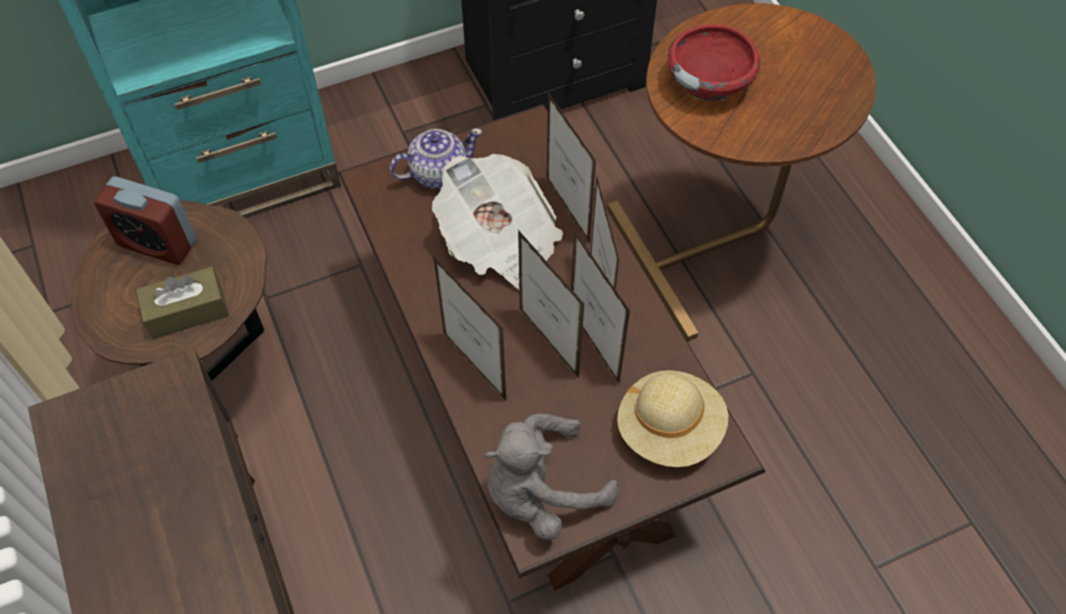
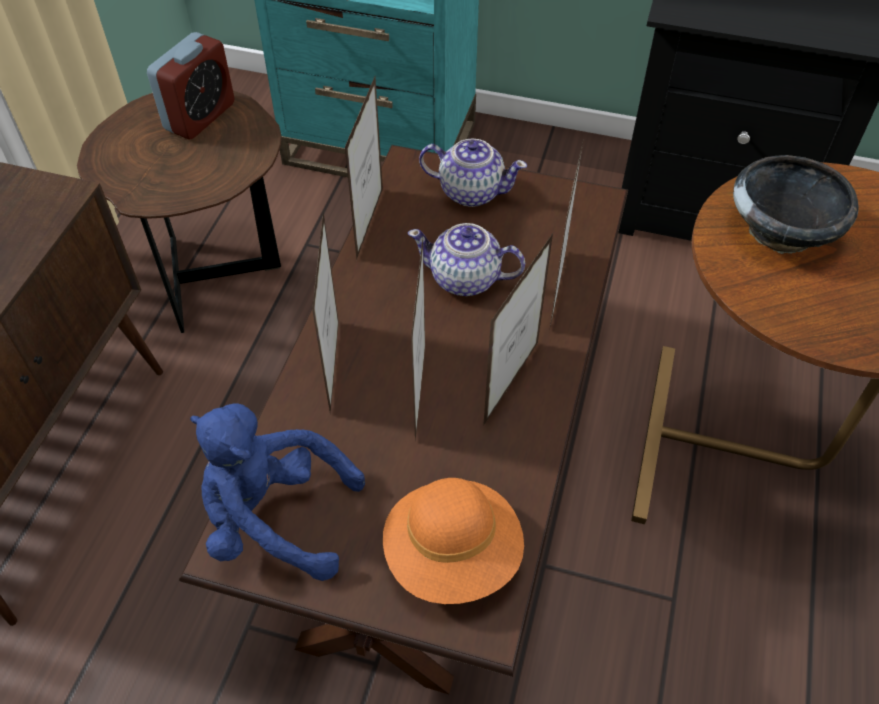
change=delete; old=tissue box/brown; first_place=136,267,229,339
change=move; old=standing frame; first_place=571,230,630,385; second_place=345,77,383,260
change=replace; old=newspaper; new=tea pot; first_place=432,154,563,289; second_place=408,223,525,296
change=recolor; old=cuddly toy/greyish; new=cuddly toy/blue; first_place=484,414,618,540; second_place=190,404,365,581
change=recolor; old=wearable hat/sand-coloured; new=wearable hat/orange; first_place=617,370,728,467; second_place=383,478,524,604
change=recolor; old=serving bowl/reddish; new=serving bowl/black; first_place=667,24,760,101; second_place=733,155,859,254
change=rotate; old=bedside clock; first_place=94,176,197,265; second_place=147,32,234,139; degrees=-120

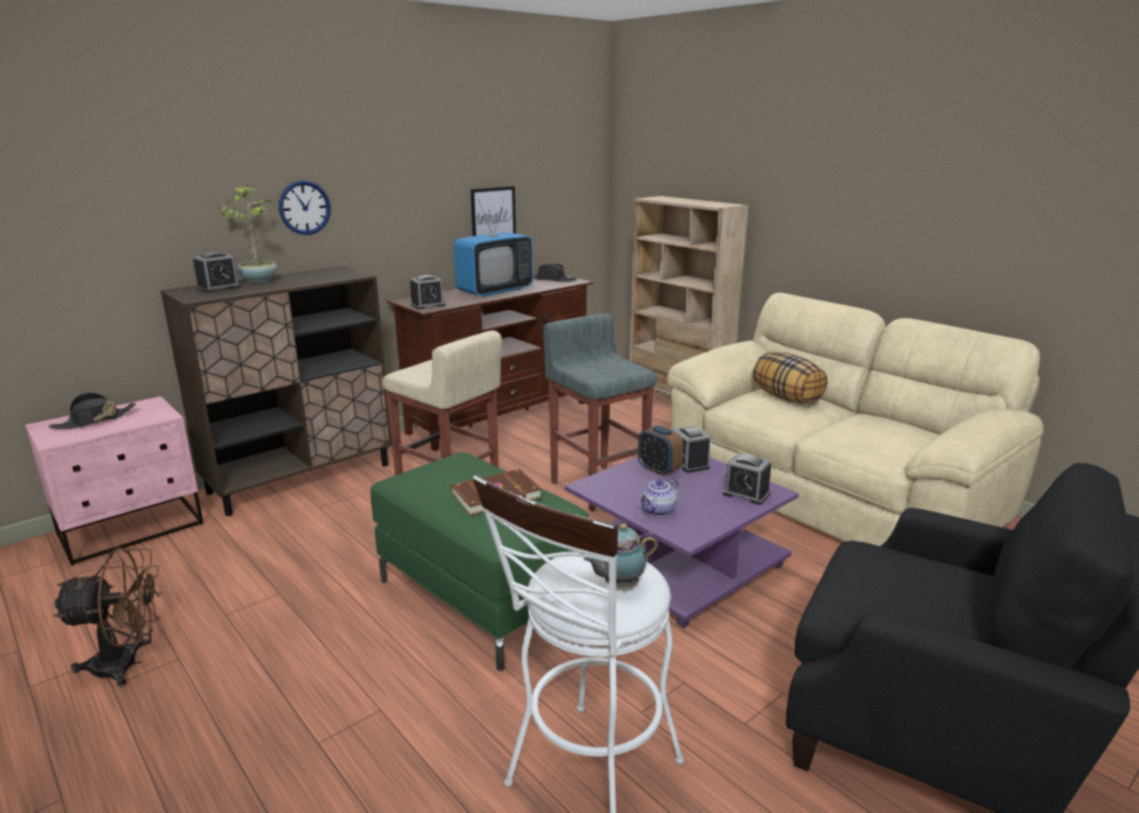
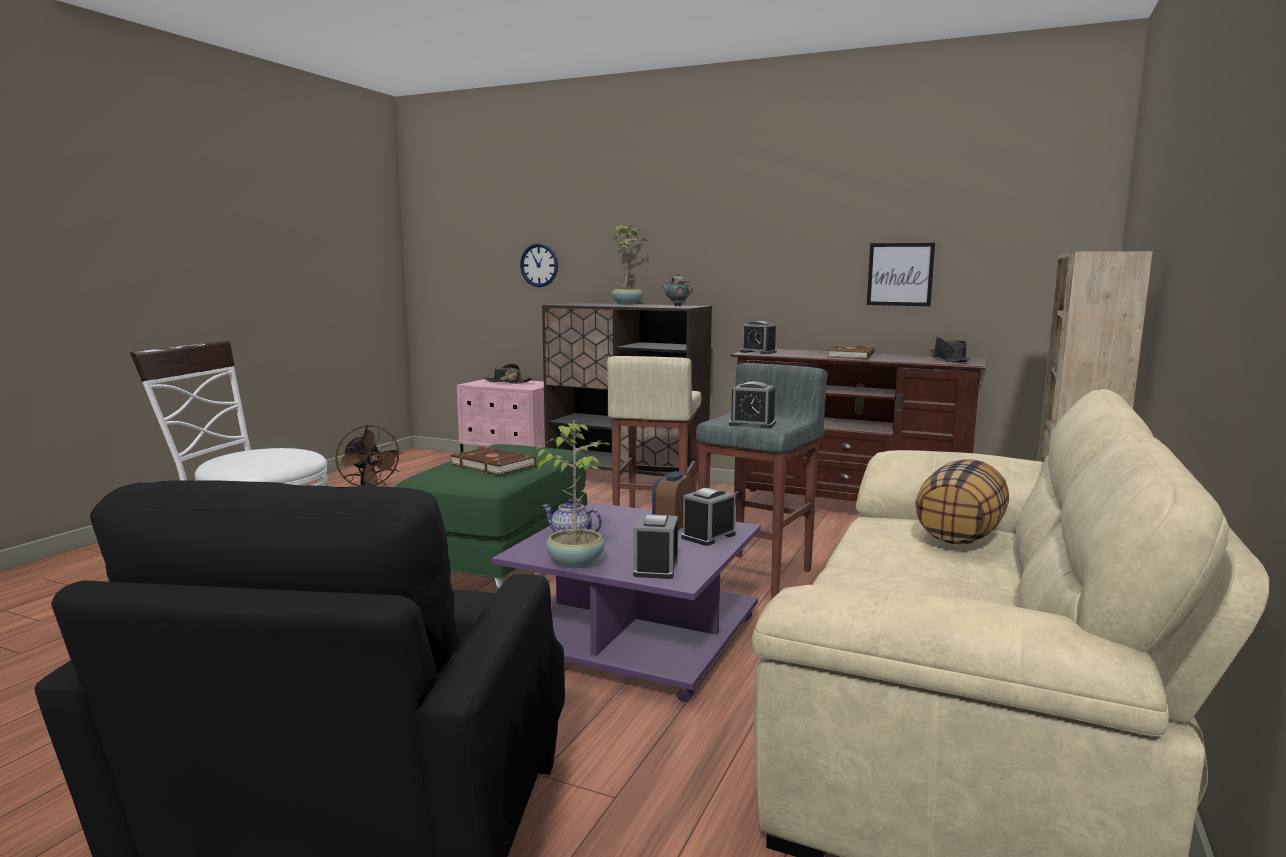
change=insert; new=plant in a pot; second_place=533,420,610,569
change=move; old=bedside clock; first_place=193,252,241,293; second_place=729,381,776,428
change=move; old=hanging clock; first_place=279,181,331,235; second_place=520,243,558,287
change=move; old=tea pot; first_place=583,524,657,588; second_place=662,274,693,306
change=replace; old=TV; new=bound book/brown; first_place=454,197,533,297; second_place=827,345,875,359

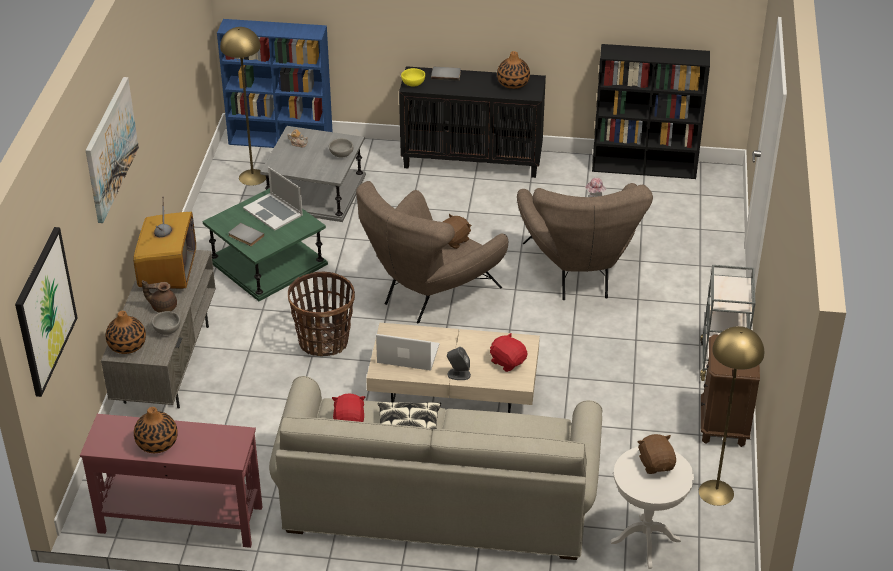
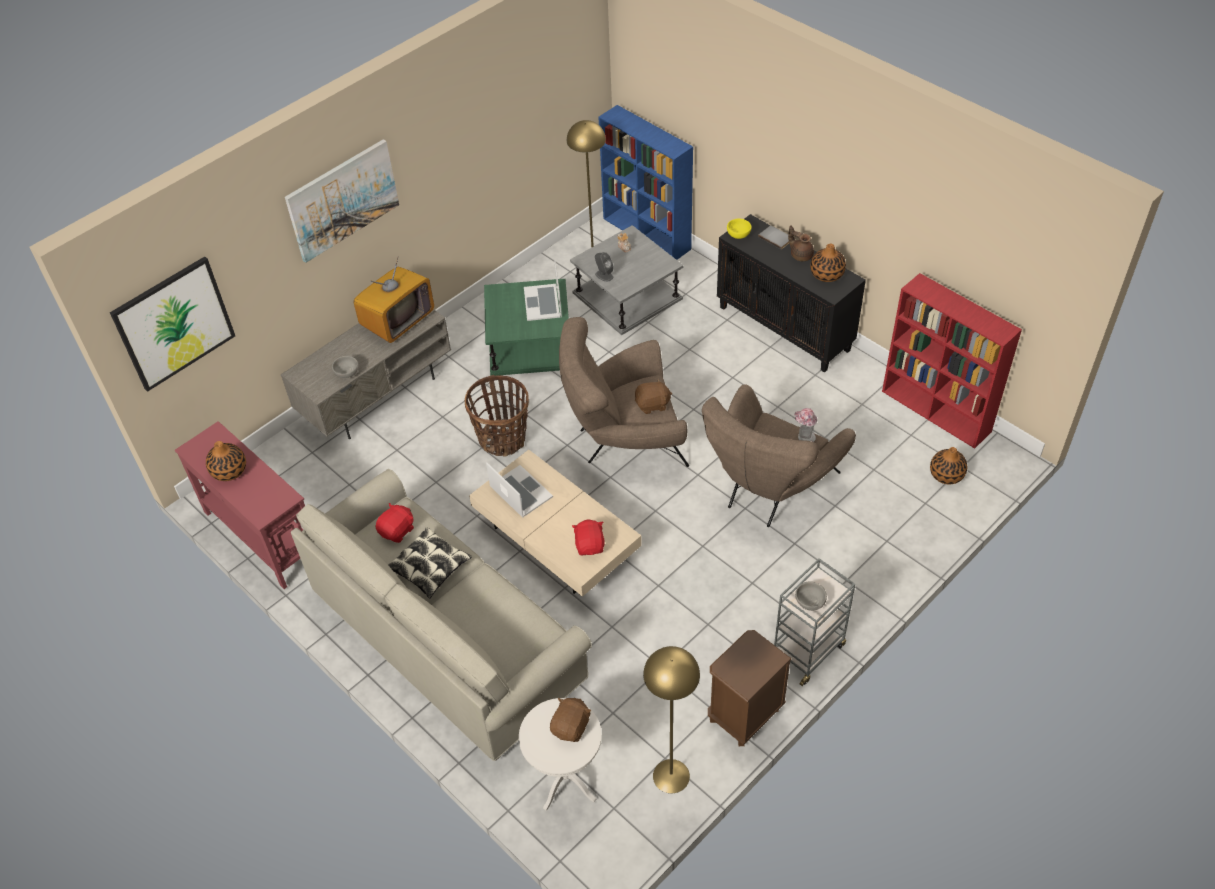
change=delete; old=bound book/greyish; first_place=228,223,264,246
change=move; old=flower vase; first_place=106,311,146,354; second_place=930,447,967,484
change=move; old=tea pot/brown; first_place=142,280,177,313; second_place=788,225,814,261
change=move; old=serving bowl/greyish; first_place=329,138,353,157; second_place=795,581,827,611
change=move; old=audio speaker/greyish; first_place=447,347,471,380; second_place=595,252,614,282
change=recolor; old=bookcase/black; new=bookcase/reddish; first_place=592,44,710,179; second_place=882,273,1022,449

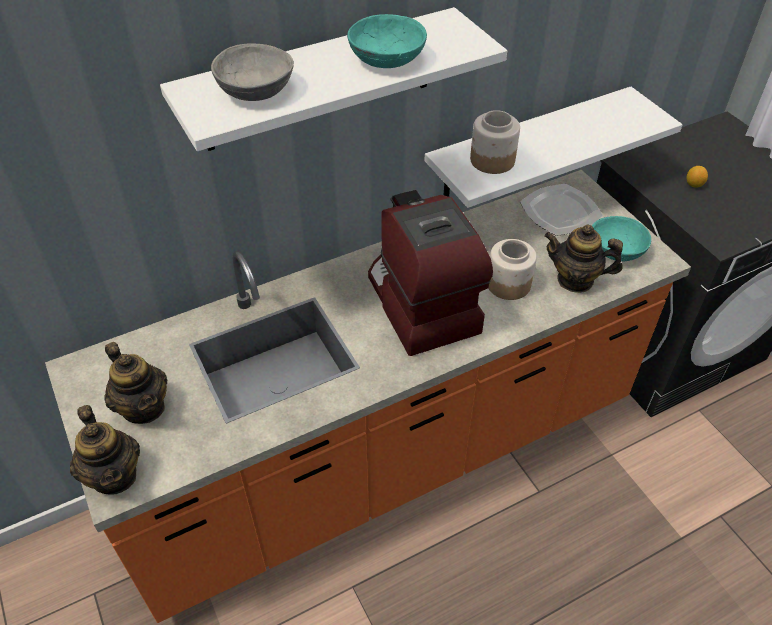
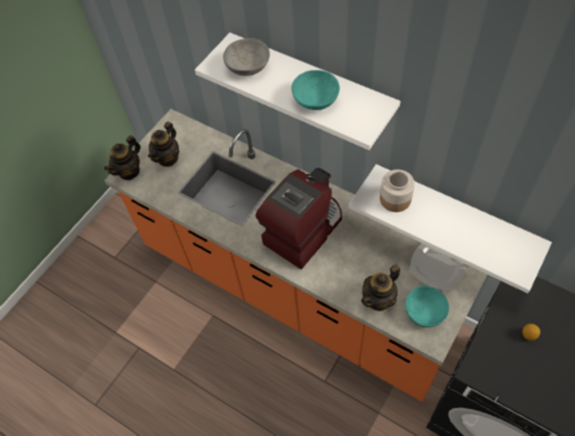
change=delete; old=jar; first_place=488,239,537,300
change=rotate; old=tea pot; first_place=544,224,623,293; second_place=361,265,400,311; degrees=-120

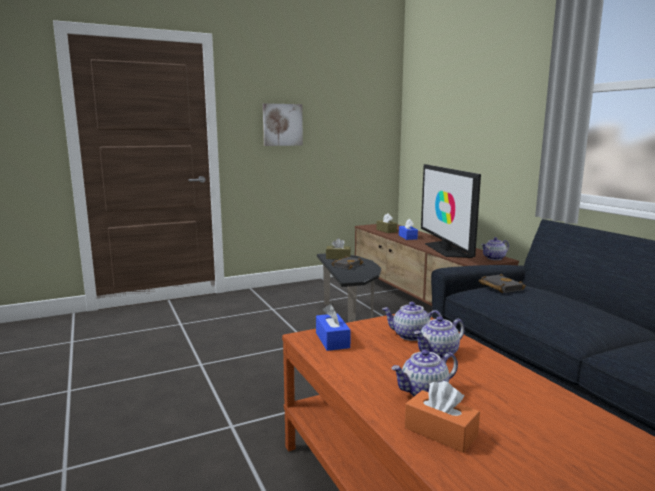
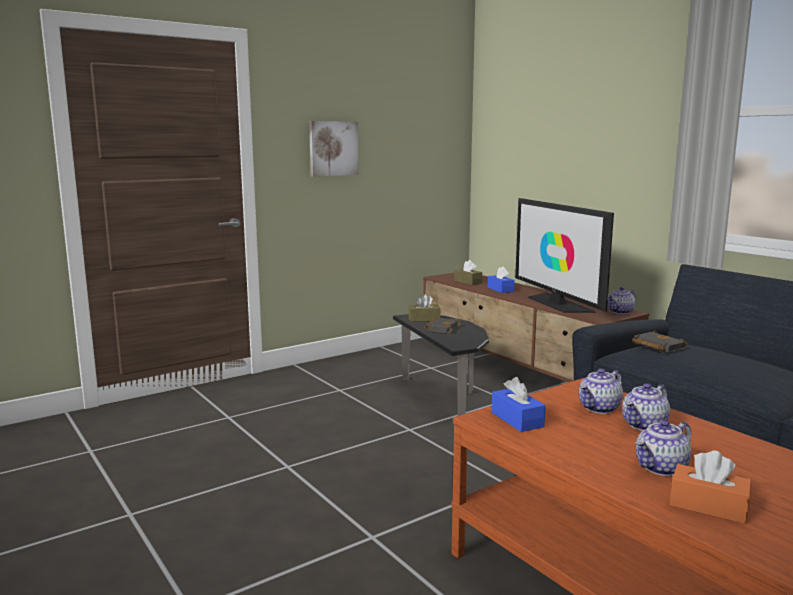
change=rotate; old=tea pot; first_place=382,302,442,341; second_place=579,369,623,414; degrees=-45

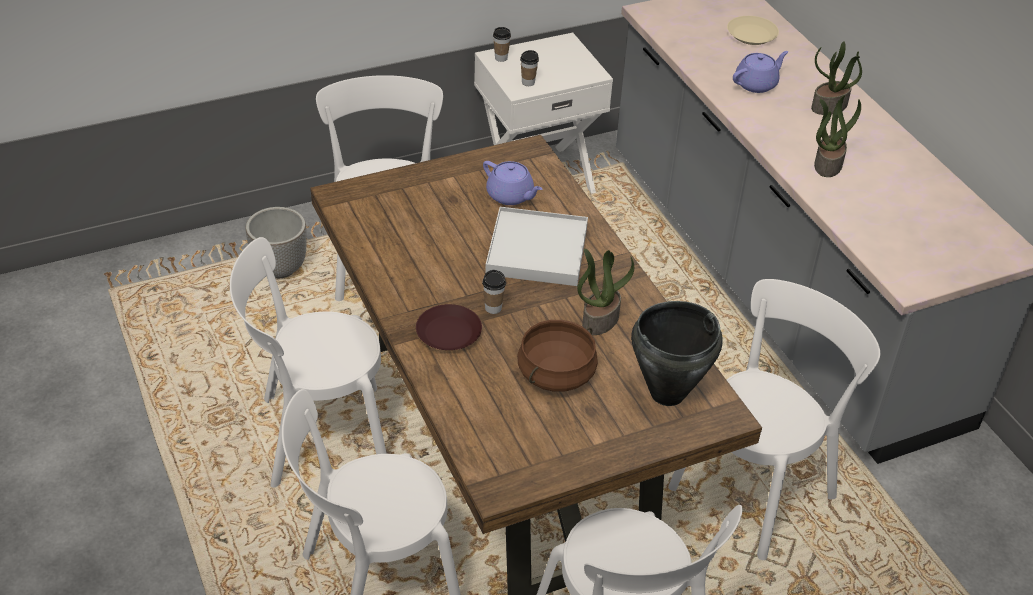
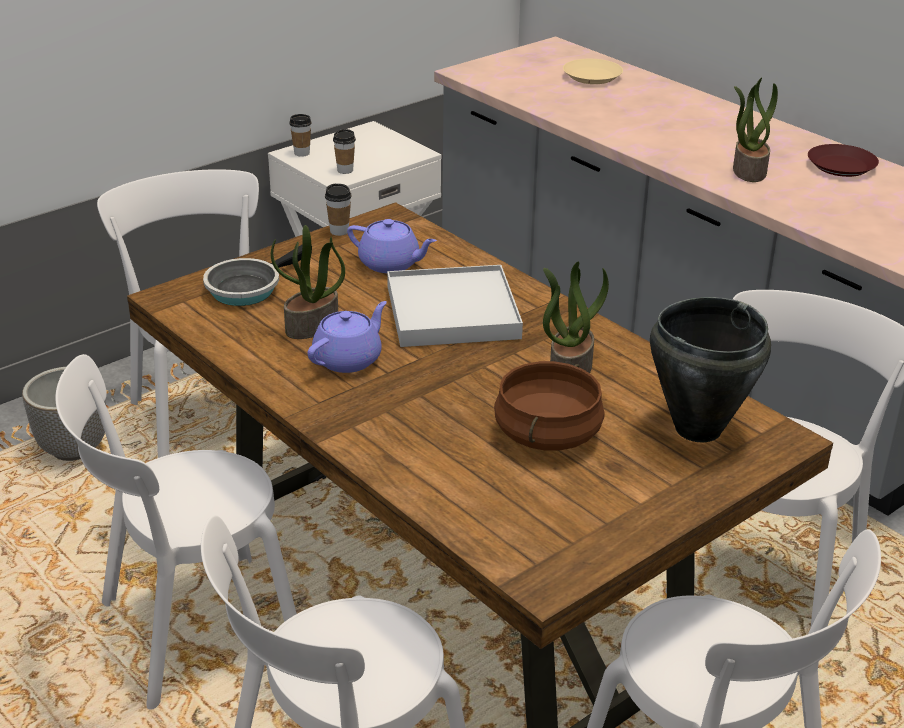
change=insert; new=frying pan; second_place=203,245,312,306
change=move; old=plate/brown; first_place=416,304,482,350; second_place=808,144,879,177
change=move; old=cup; first_place=482,270,506,314; second_place=325,183,352,236
change=move; old=tea pot/purplish; first_place=733,51,788,93; second_place=308,301,387,373
change=move; old=plant in a pot; first_place=811,41,862,115; second_place=271,225,345,339

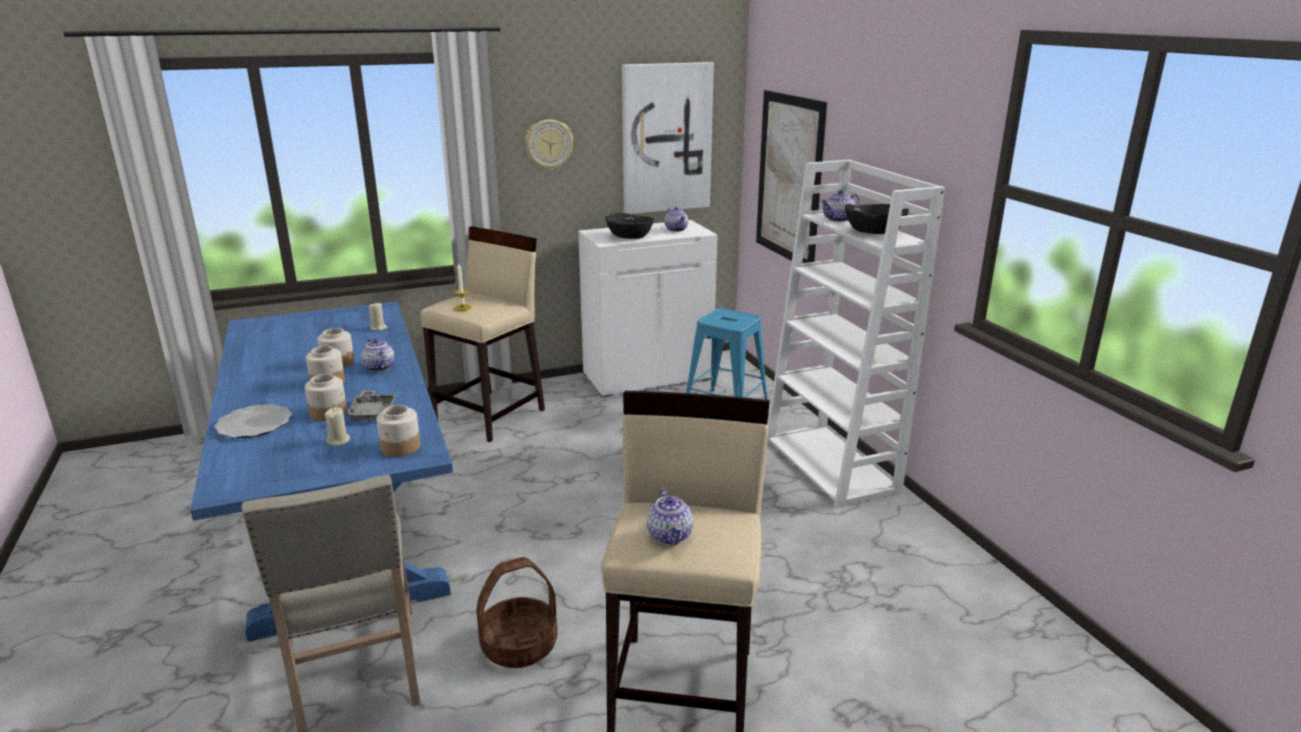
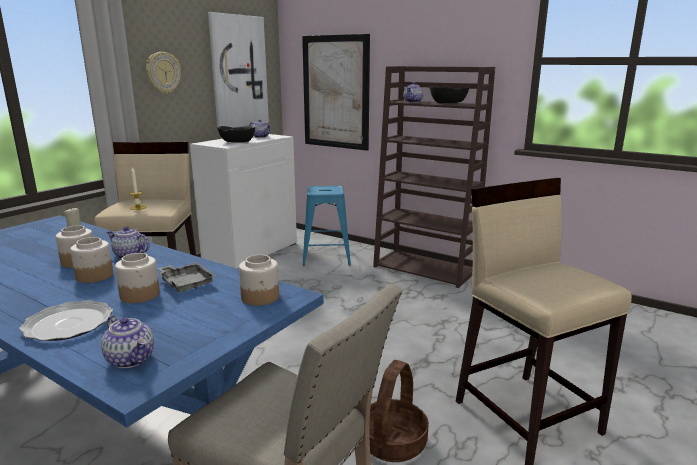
change=delete; old=candle/sand-coloured; first_place=324,407,350,446
change=move; old=tea pot; first_place=647,489,693,545; second_place=101,315,154,368
change=recolor; old=bookcase/whitish; new=bookcase/brown; first_place=767,160,945,508; second_place=373,66,495,288

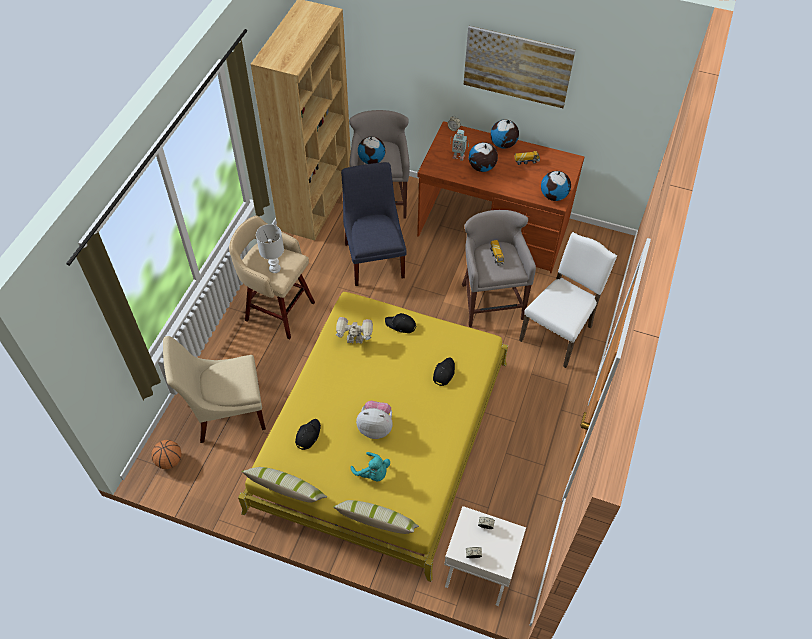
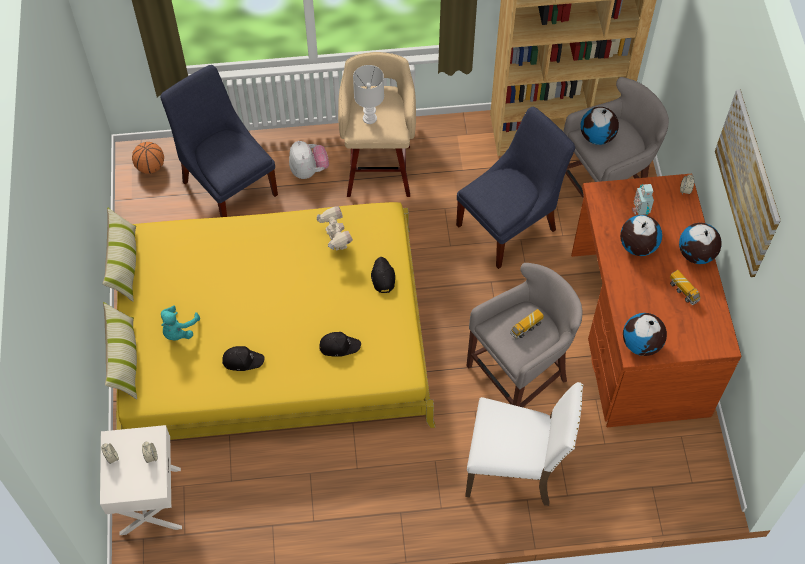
change=move; old=cap/black; first_place=295,419,321,450; second_place=222,346,265,371
change=move; old=cuddly toy; first_place=356,401,393,439; second_place=289,141,329,179
change=recolor; old=plain chair/sand-coloured; new=plain chair/blue; first_place=163,336,266,443; second_place=160,65,278,217

